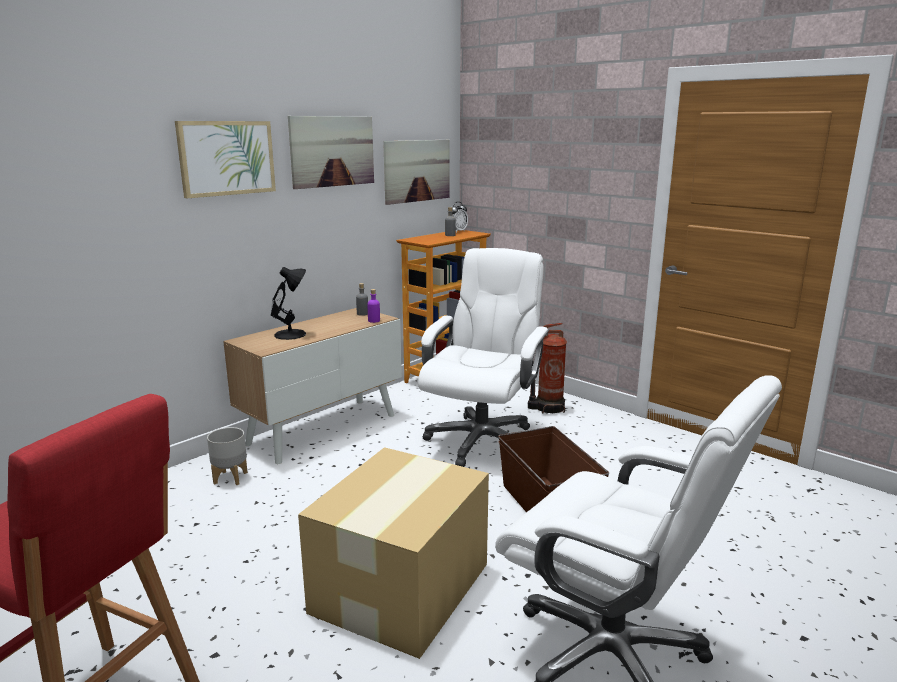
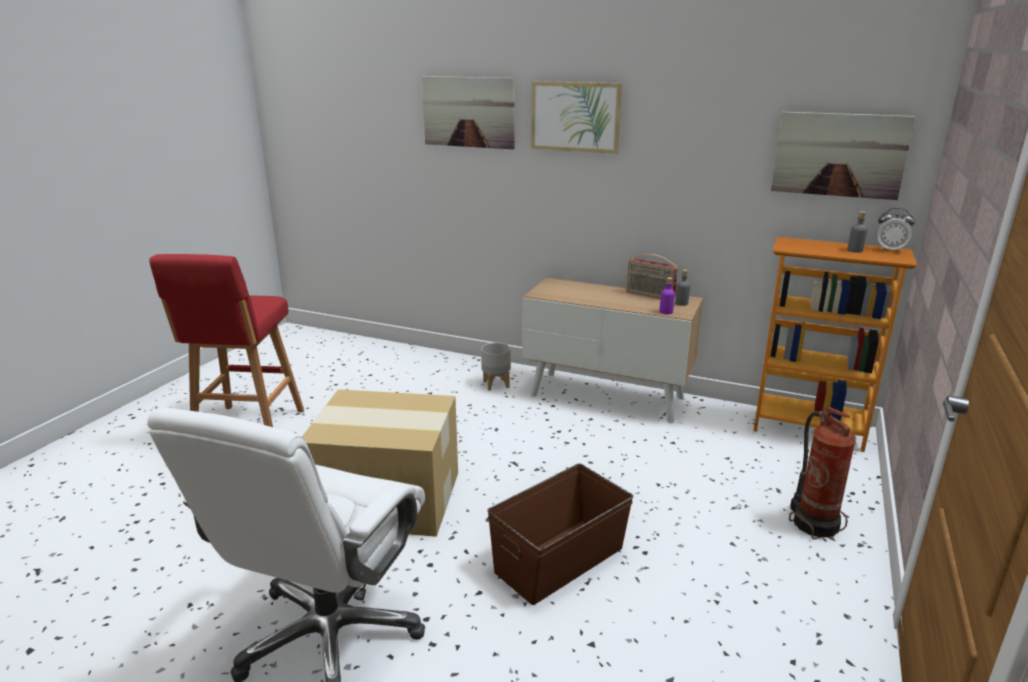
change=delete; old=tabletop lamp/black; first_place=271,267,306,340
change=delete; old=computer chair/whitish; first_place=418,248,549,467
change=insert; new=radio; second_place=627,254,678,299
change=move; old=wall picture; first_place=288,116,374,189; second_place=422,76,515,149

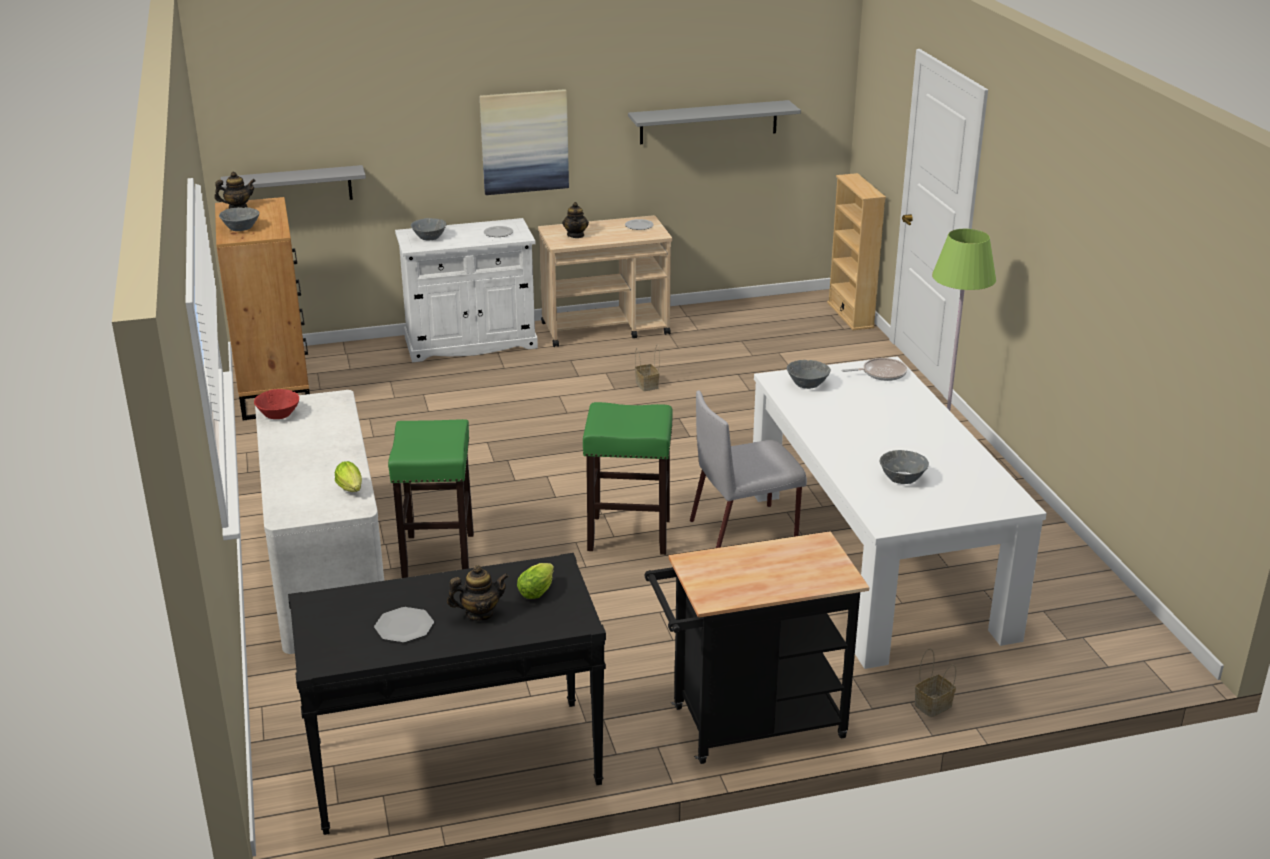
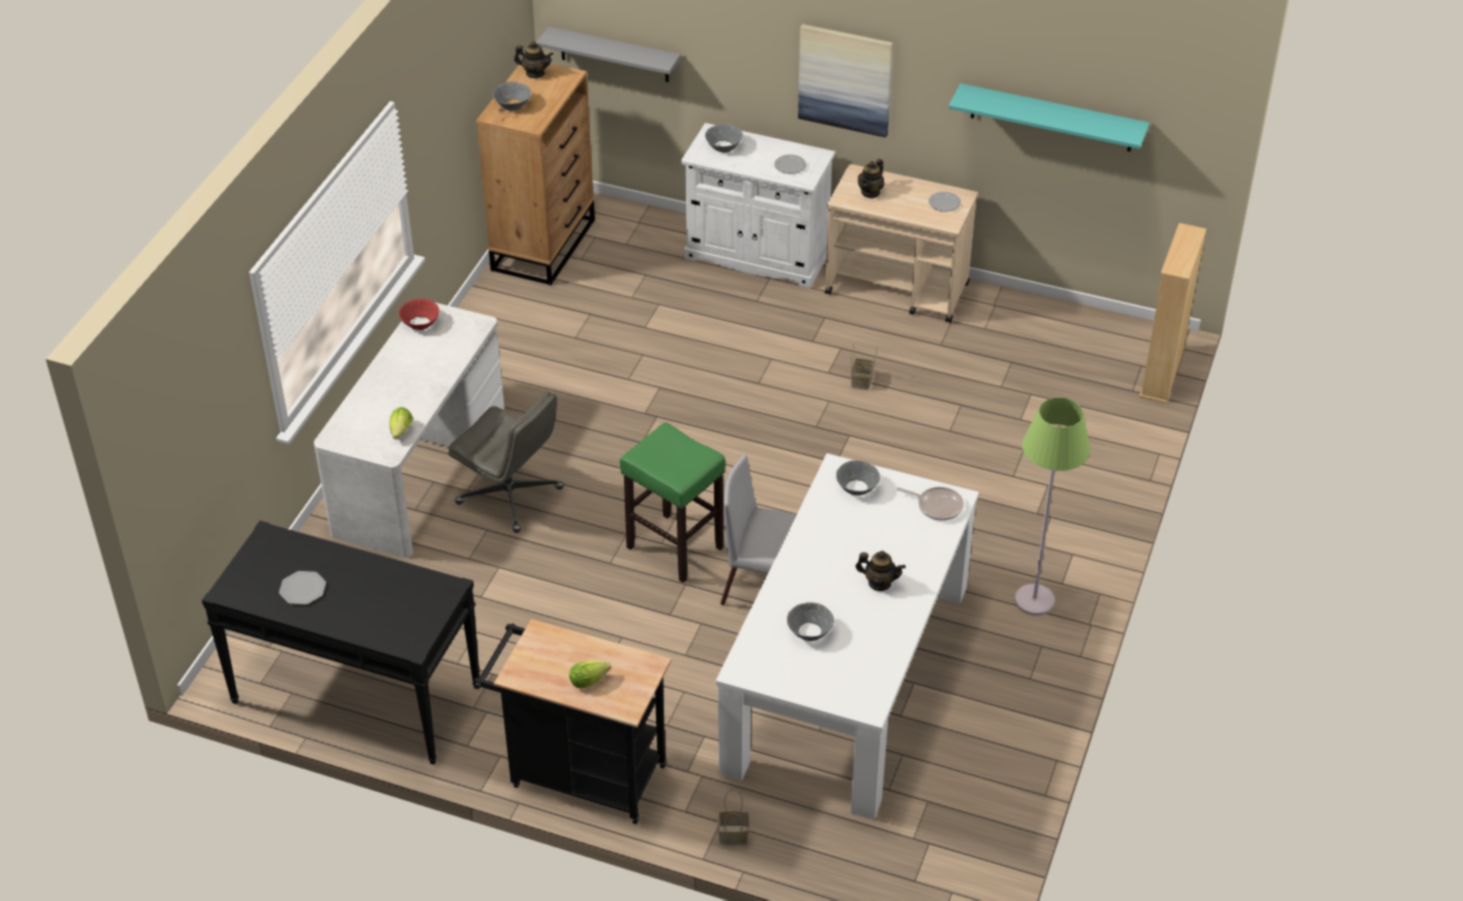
change=move; old=tea pot; first_place=447,565,509,621; second_place=855,551,906,591
change=move; old=lettuce head; first_place=517,563,554,599; second_place=569,660,611,689
change=replace; old=stool/green-coloured; new=computer chair/greyish; first_place=388,419,474,578; second_place=448,391,564,533
change=recolor; old=bracket shelf/greyish; new=bracket shelf/turquoise; first_place=628,100,801,144; second_place=949,83,1149,152

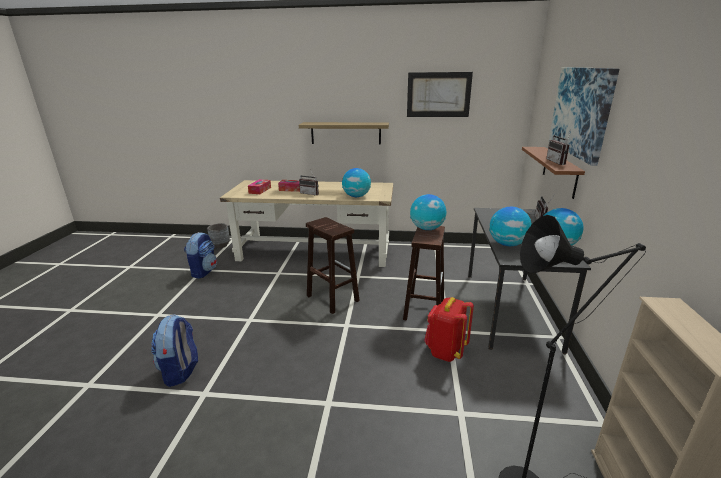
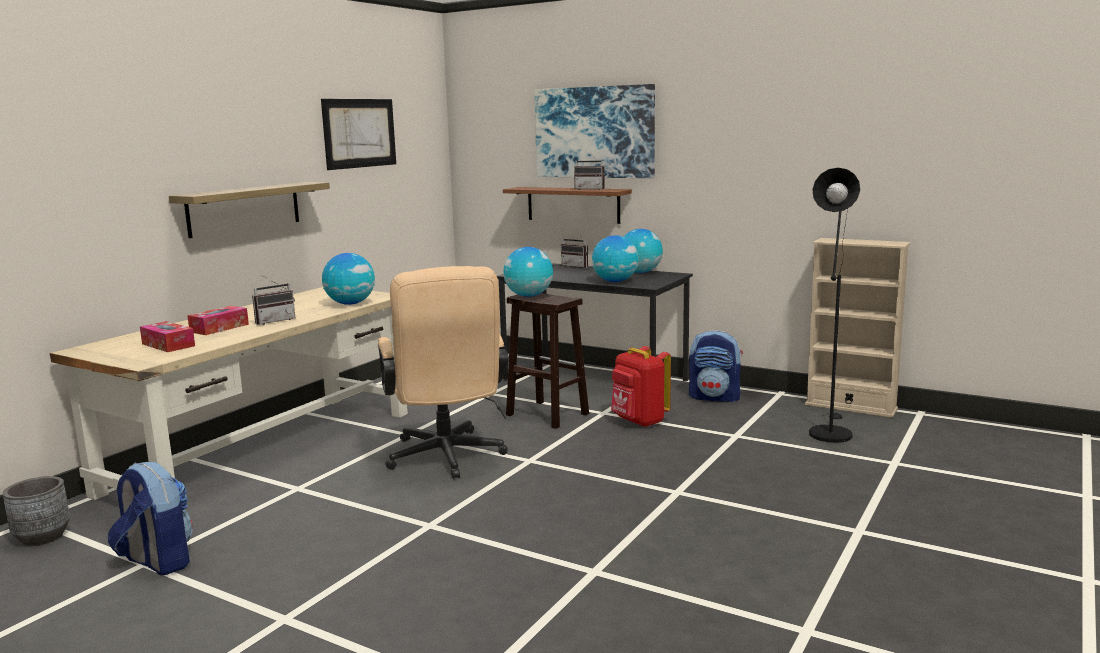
change=move; old=knapsack; first_place=151,314,198,387; second_place=689,330,743,402
change=replace; old=stool/brown; new=computer chair/sand-coloured; first_place=306,217,360,314; second_place=378,266,509,479

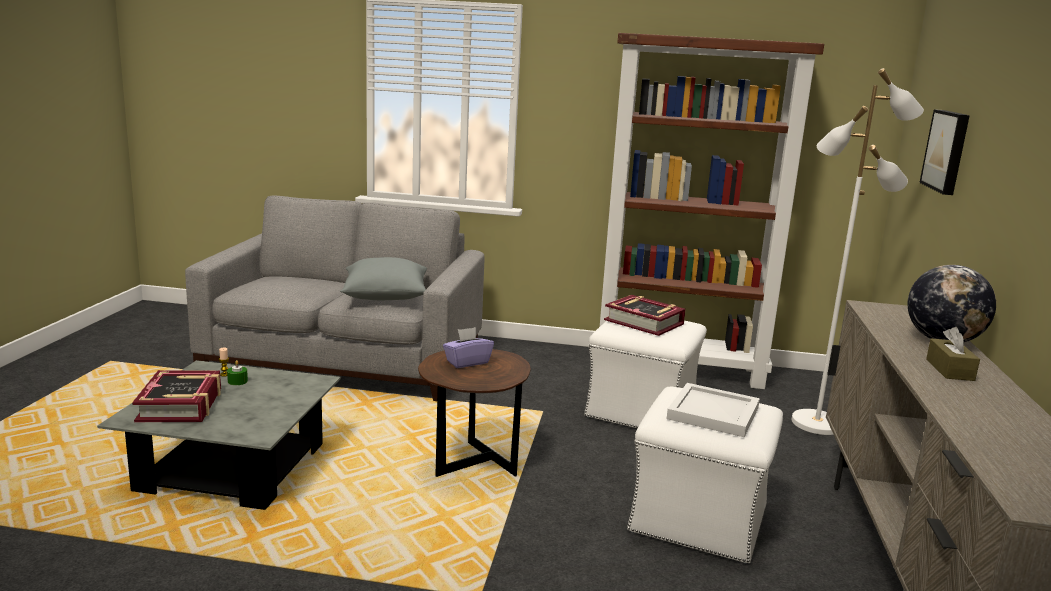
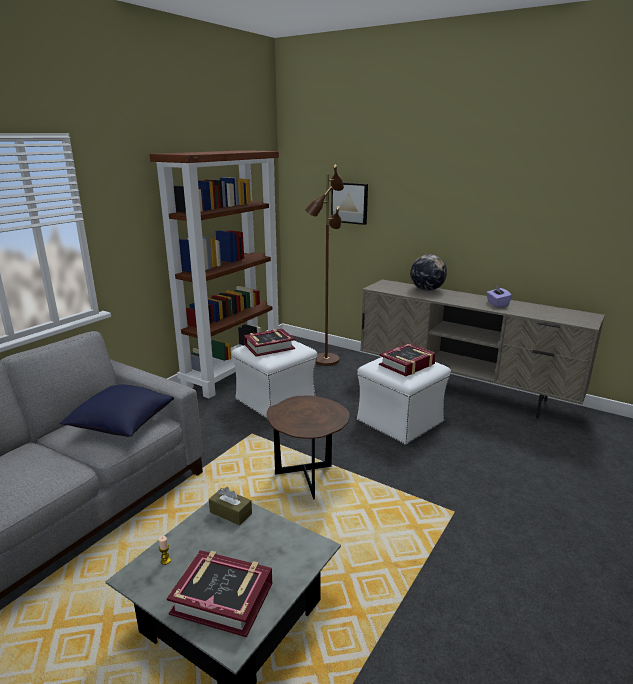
change=delete; old=candle/green-coloured; first_place=227,360,248,385
change=move; old=tissue box/purplish; first_place=443,327,494,368; second_place=486,284,512,307
change=move; old=tissue box/brown; first_place=926,327,980,381; second_place=209,487,252,526
change=replace; old=serving tray/whitish; new=bound book; first_place=667,383,760,437; second_place=379,343,436,376
change=recolor; old=throw pillow/greyish; new=throw pillow/blue; first_place=340,257,427,300; second_place=60,384,174,437
change=recolor; old=floor lamp/whitish; new=floor lamp/brown; first_place=791,68,924,435; second_place=305,164,344,366

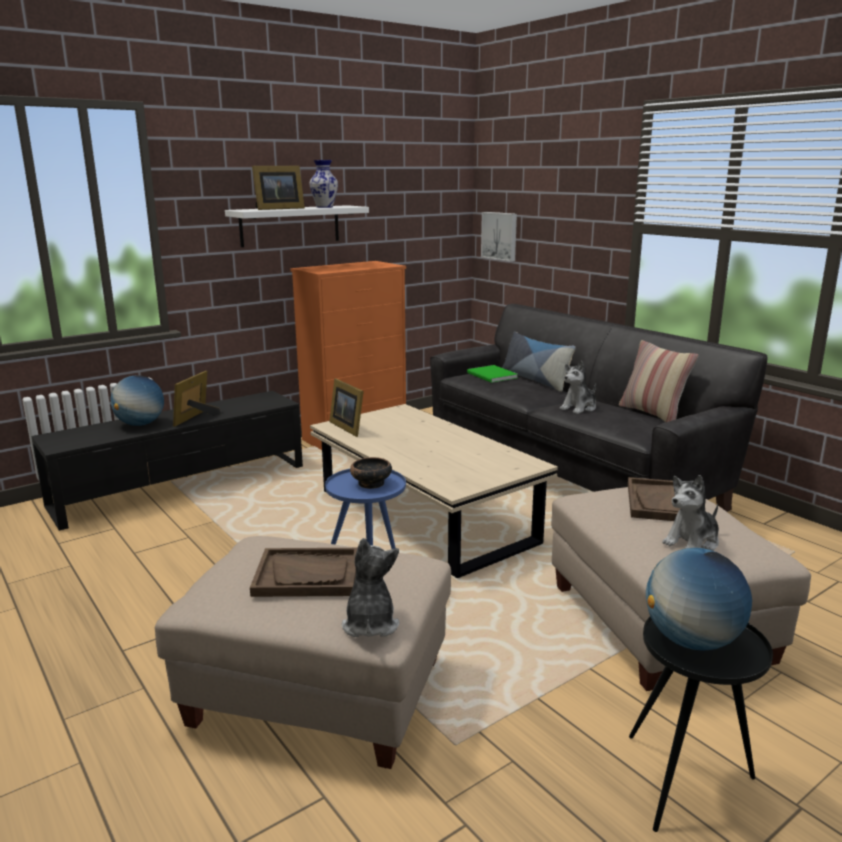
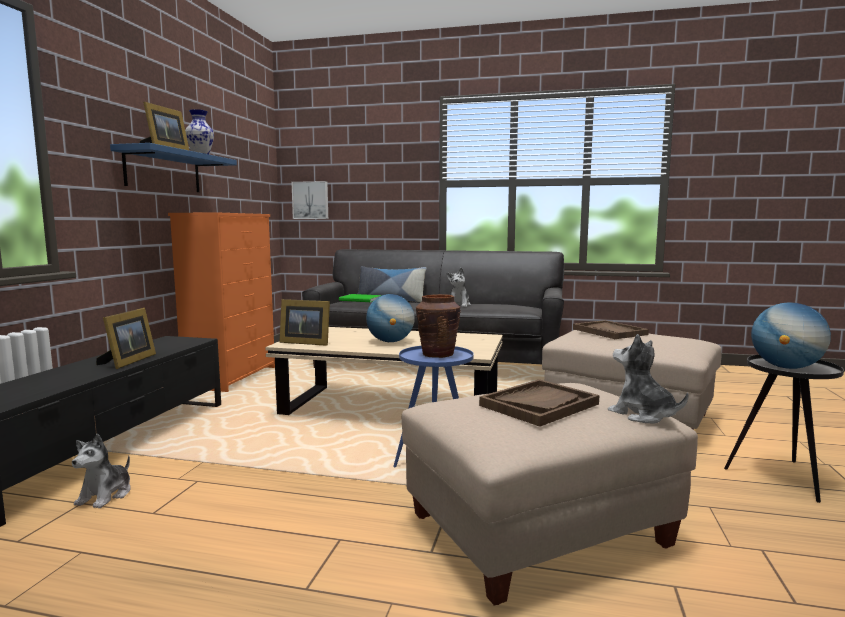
change=delete; old=throw pillow; first_place=619,340,698,422
change=move; old=desk globe; first_place=111,375,164,426; second_place=366,294,415,342
change=move; old=cuddly toy; first_place=662,475,719,551; second_place=72,434,131,509
change=replace; old=serving bowl; new=flower vase/brown; first_place=350,457,392,489; second_place=416,294,461,358
change=recolor; old=bracket shelf/whitish; new=bracket shelf/blue; first_place=225,205,369,247; second_place=110,143,237,192
change=rotate; old=standing frame; first_place=173,371,221,427; second_place=96,308,156,369; degrees=-150

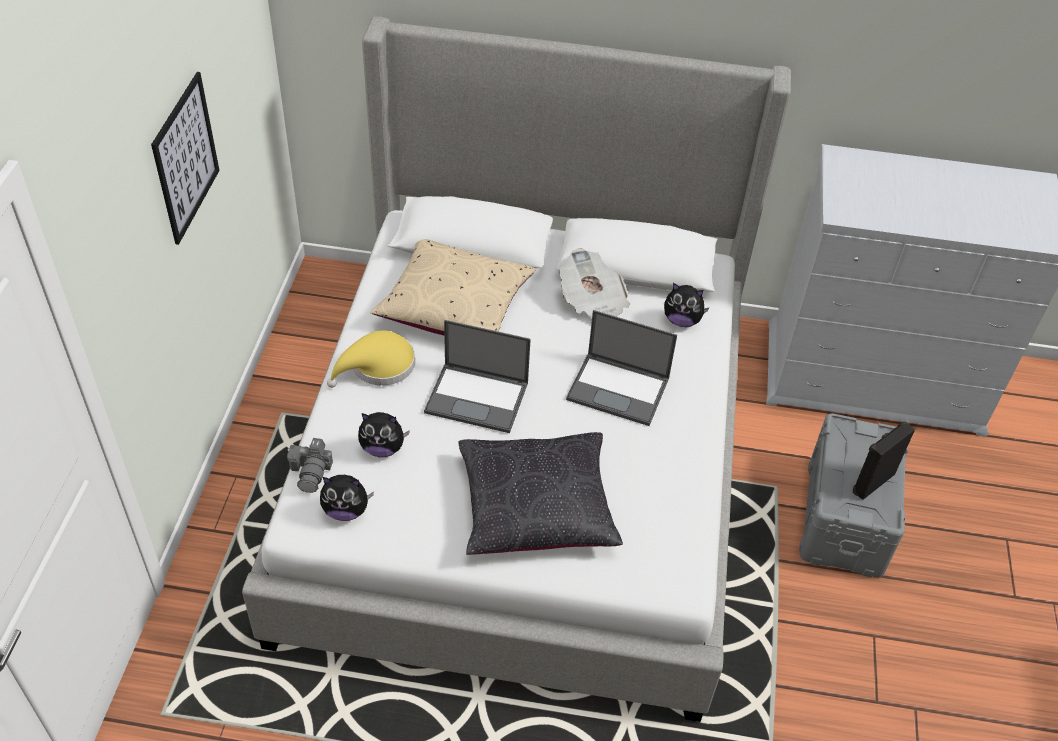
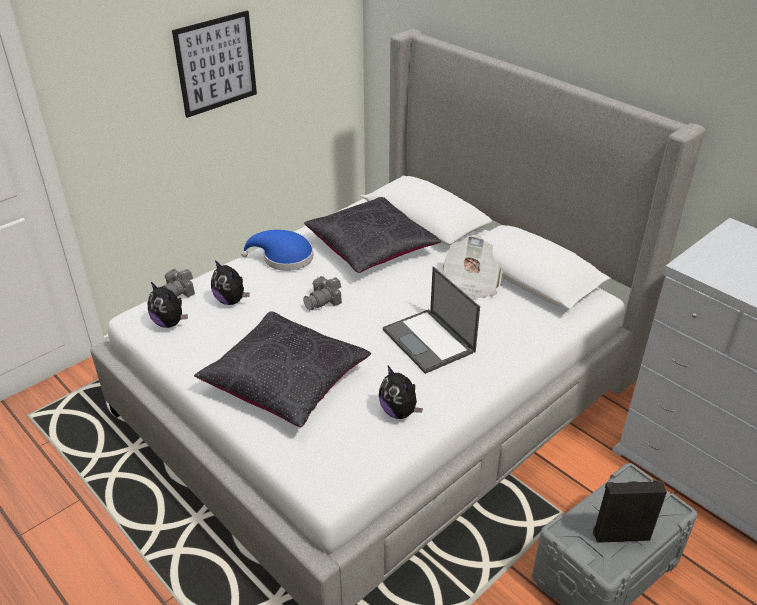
change=move; old=cuddly toy; first_place=664,283,710,327; second_place=379,366,423,419
change=replace; old=laptop; new=still camera; first_place=424,320,531,433; second_place=303,276,342,310
change=recolor; old=wearable hat/yellow-coloured; new=wearable hat/blue; first_place=327,330,415,388; second_place=241,230,313,271
change=recolor; old=throw pillow/sand-coloured; new=throw pillow/black; first_place=371,239,536,335; second_place=304,197,441,273

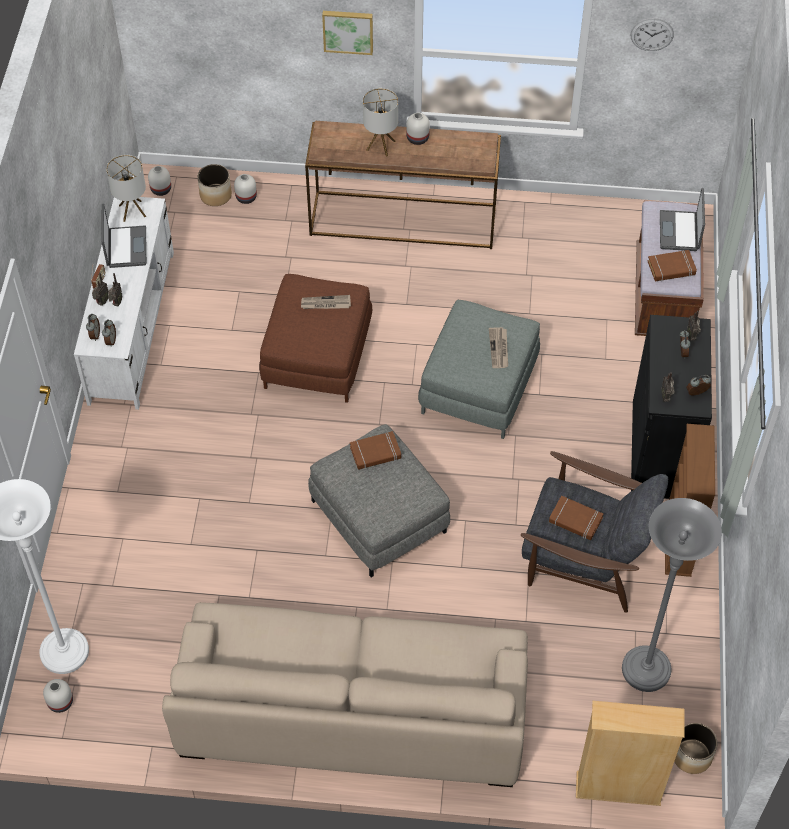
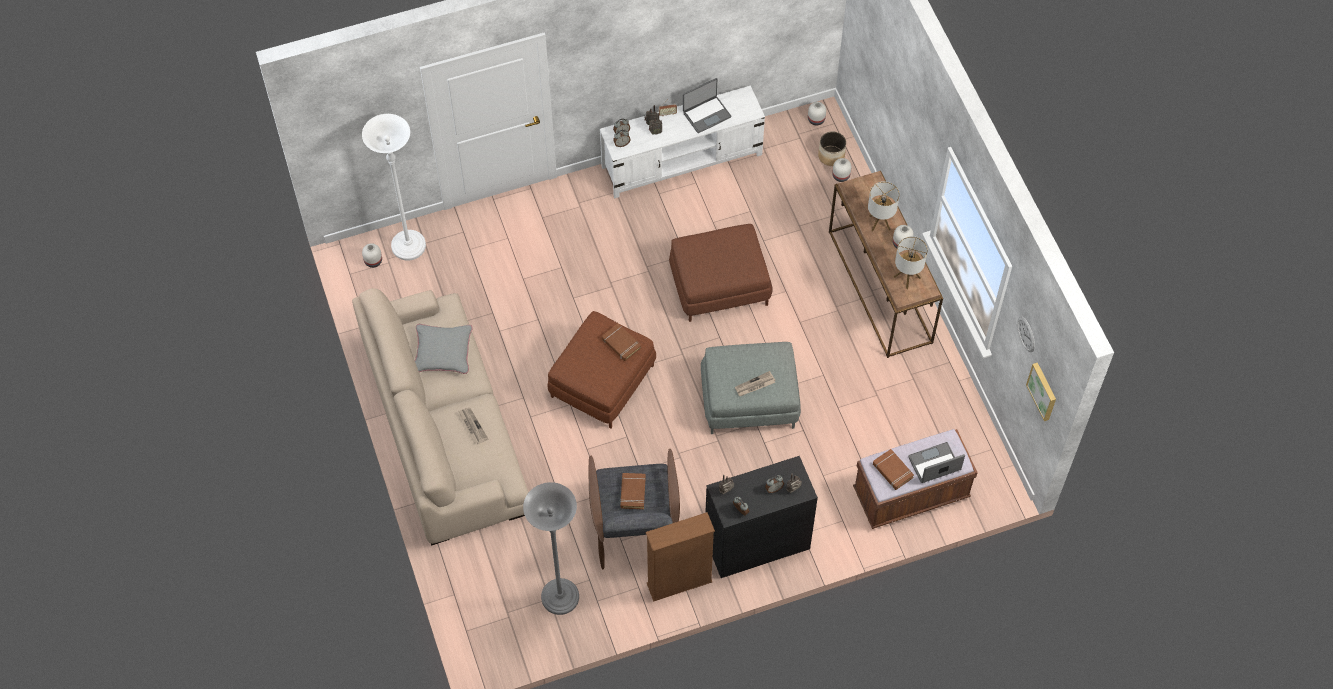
change=delete; old=bookcase/sand-coloured; first_place=576,701,685,806
change=delete; old=plant pot; first_place=674,723,718,774
change=insert; new=throw pillow/greyish; second_place=415,324,473,374
change=move; old=tabletop lamp; first_place=106,155,146,222; second_place=894,236,928,289
change=move; old=newspaper; first_place=301,295,351,309; second_place=458,408,488,444
change=move; old=wall picture; first_place=322,11,373,55; second_place=1026,363,1056,421
change=recolor; old=pouffe/greyish; new=pouffe/brown; first_place=308,424,450,577; second_place=548,311,656,428

